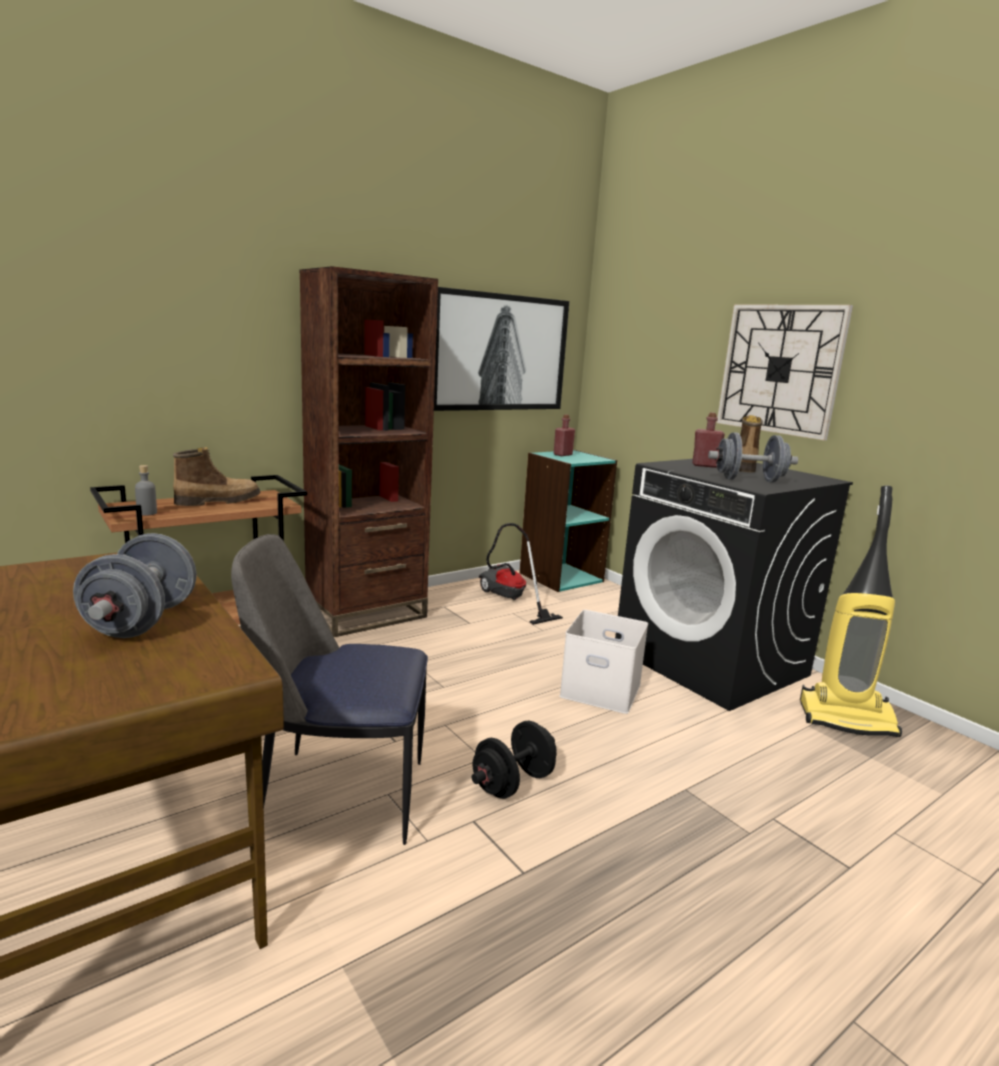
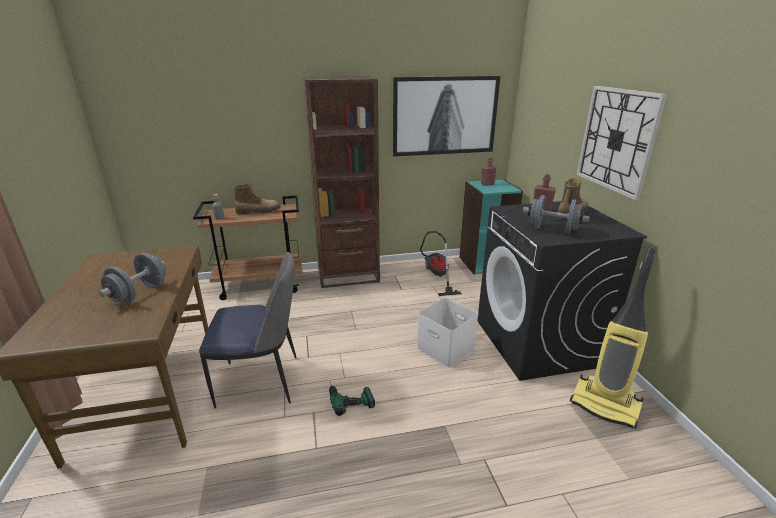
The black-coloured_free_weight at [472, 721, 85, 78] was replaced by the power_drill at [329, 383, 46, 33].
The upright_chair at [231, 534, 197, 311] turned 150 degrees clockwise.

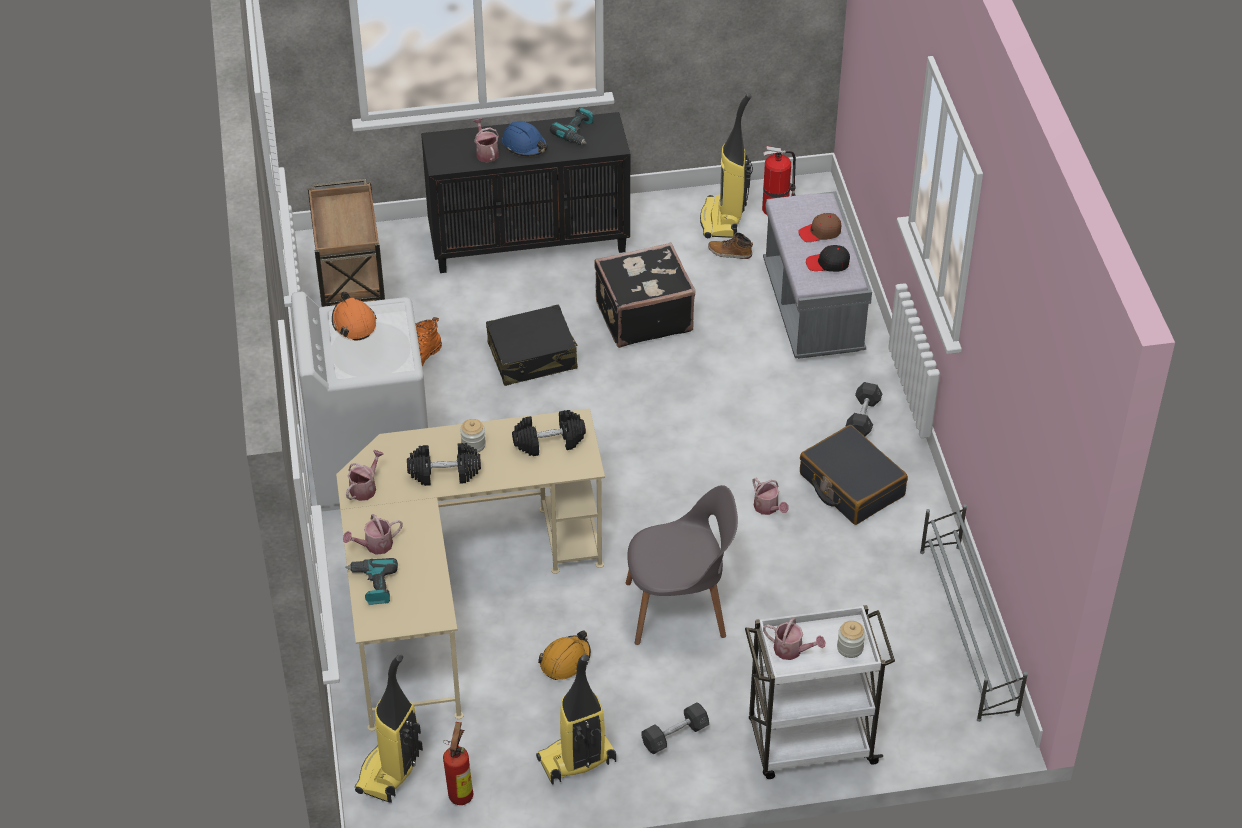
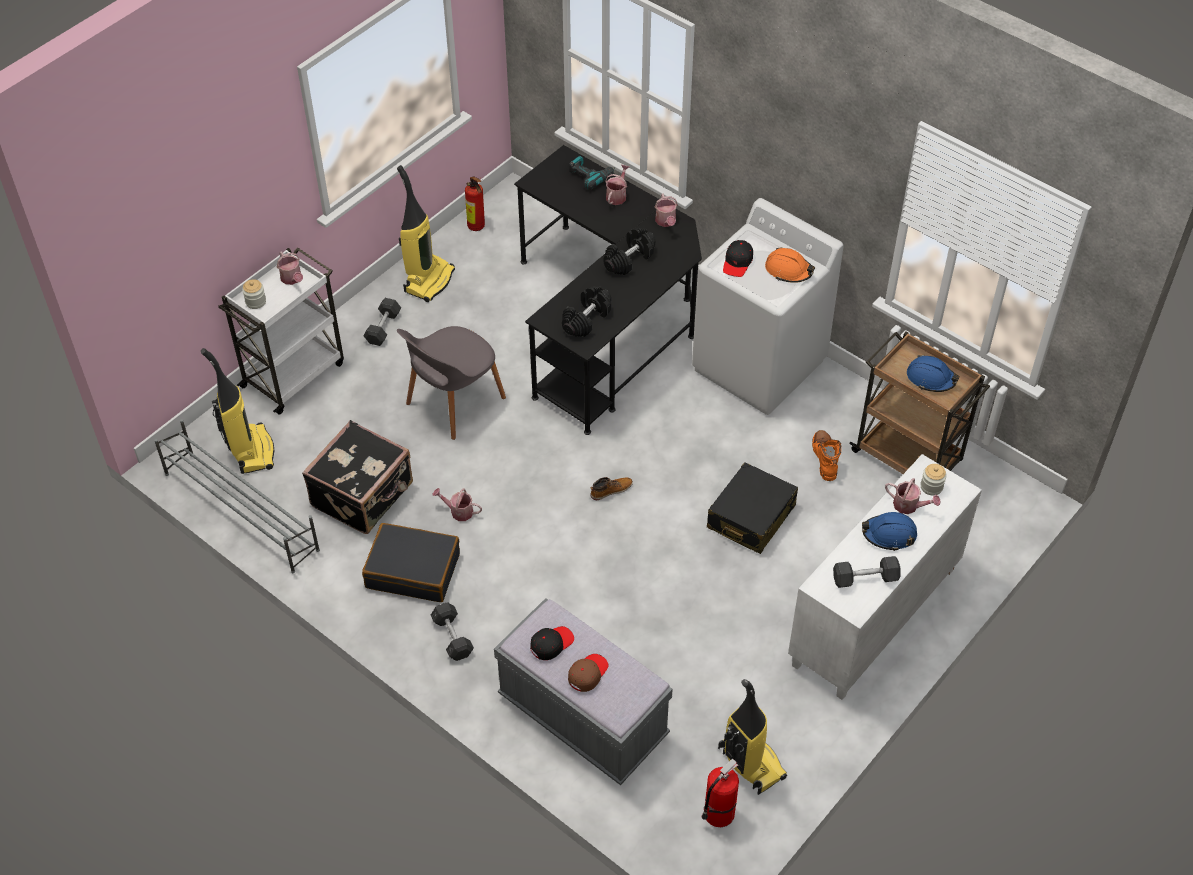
The orange_hard_hat at [538, 630, 53, 50] disappeared.
The black-coloured_cap at [723, 240, 30, 37] appeared.
The bluish_hard_hat at [907, 354, 53, 38] appeared.
The vacuum moved from [355, 654, 68, 149] to [201, 348, 73, 126].
The storage_jar moved from [460, 419, 26, 34] to [920, 464, 27, 32].
The black-coloured_piece_of_luggage moved from [594, 243, 102, 105] to [302, 420, 111, 114].
The tall_boot moved from [708, 233, 45, 26] to [591, 477, 42, 23].
The power_drill at [550, 107, 44, 38] was replaced by the gray_free_weight at [833, 556, 67, 32].
The sand-coloured_desk_unit at [336, 408, 269, 323] became the black-coloured_desk_unit at [514, 145, 188, 290].
The black-coloured_cupboard at [421, 112, 209, 161] became the white-coloured_cupboard at [788, 454, 194, 246].
The watering_pot at [763, 618, 63, 42] turned 105 degrees counterclockwise.

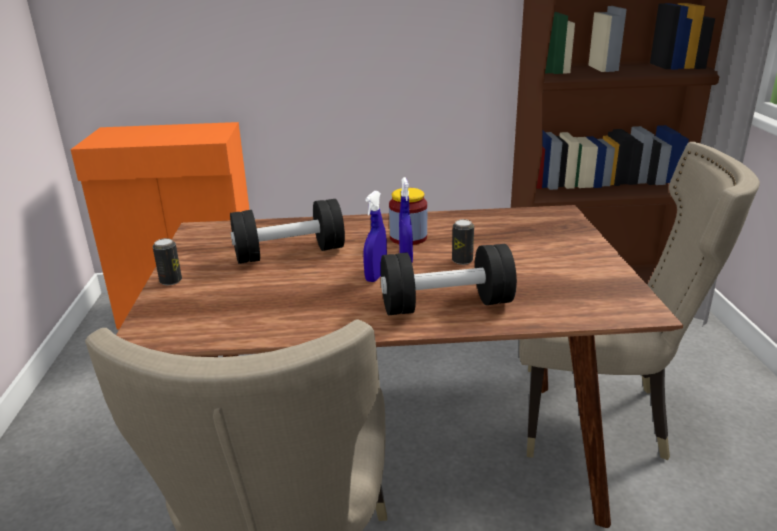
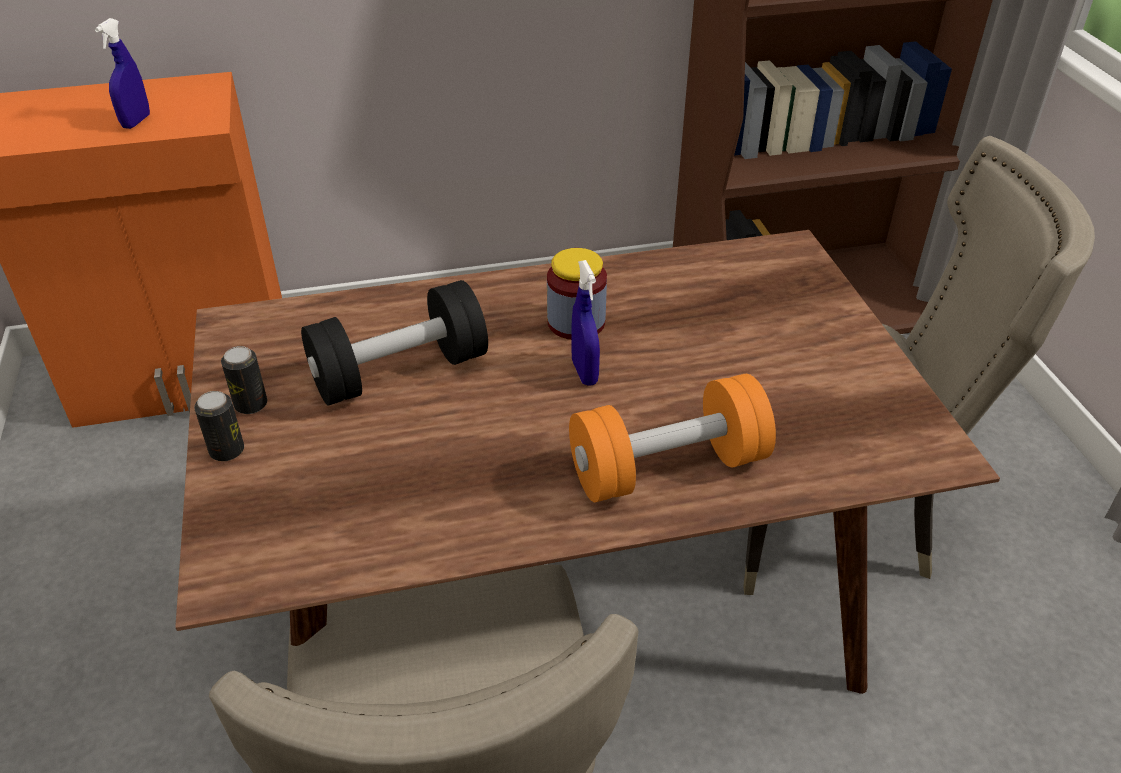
The bluish_sprayer moved from [363, 191, 24, 91] to [95, 18, 55, 111].
The can moved from [452, 219, 22, 46] to [221, 346, 46, 68].
The black-coloured_free_weight at [381, 244, 136, 71] became the orange_free_weight at [569, 374, 207, 129].

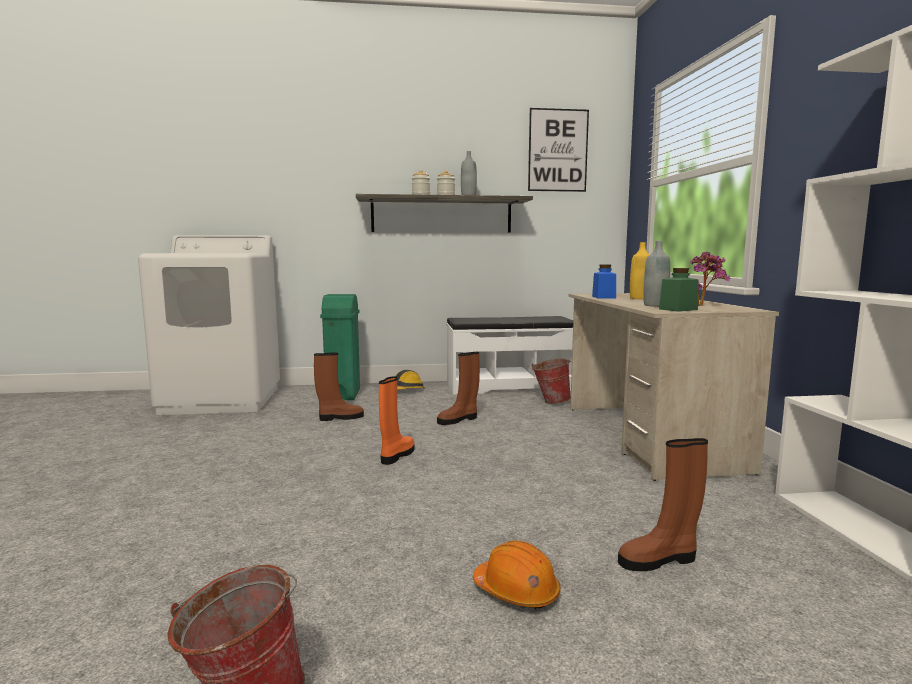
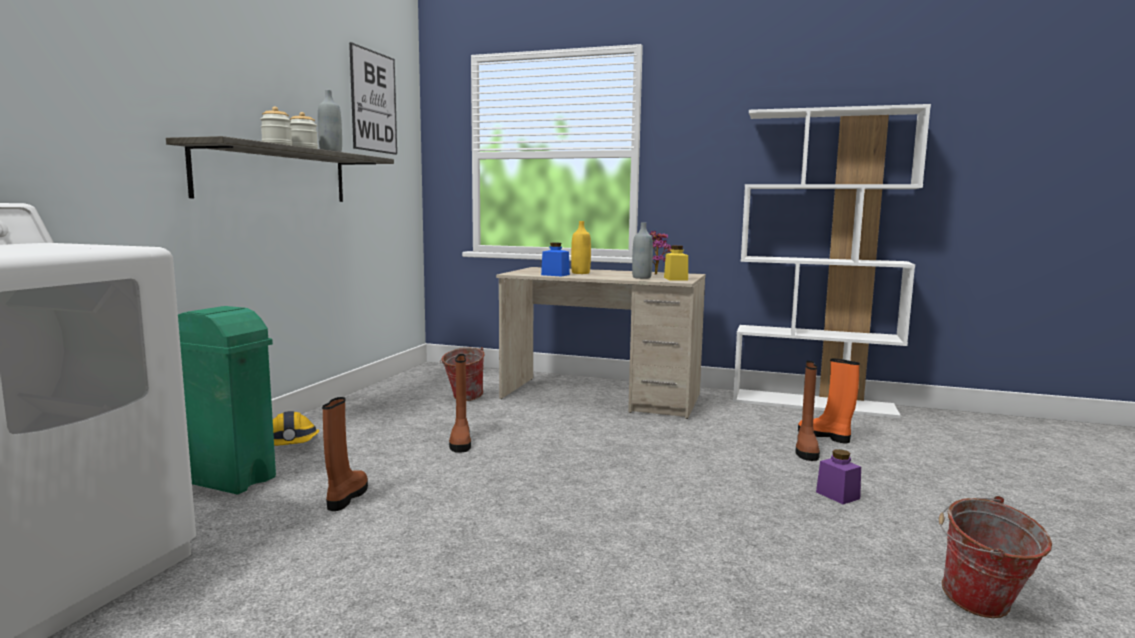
The white-coloured_bench at [447, 316, 126, 79] disappeared.
The orange_tall_boot moved from [379, 376, 35, 89] to [798, 358, 62, 85].
The orange_hard_hat at [473, 540, 88, 69] was replaced by the purplish_storage_jar at [816, 449, 45, 55].
The green-coloured_storage_jar at [659, 268, 40, 44] became the yellow-coloured_storage_jar at [664, 245, 24, 35].

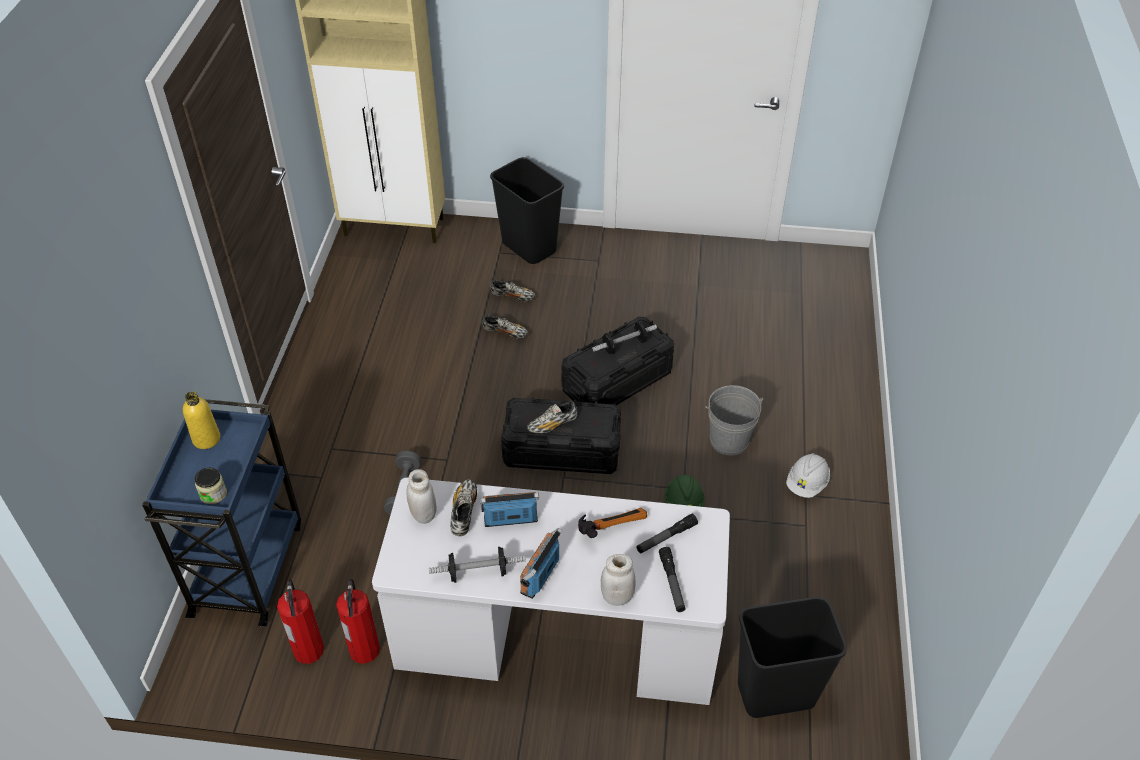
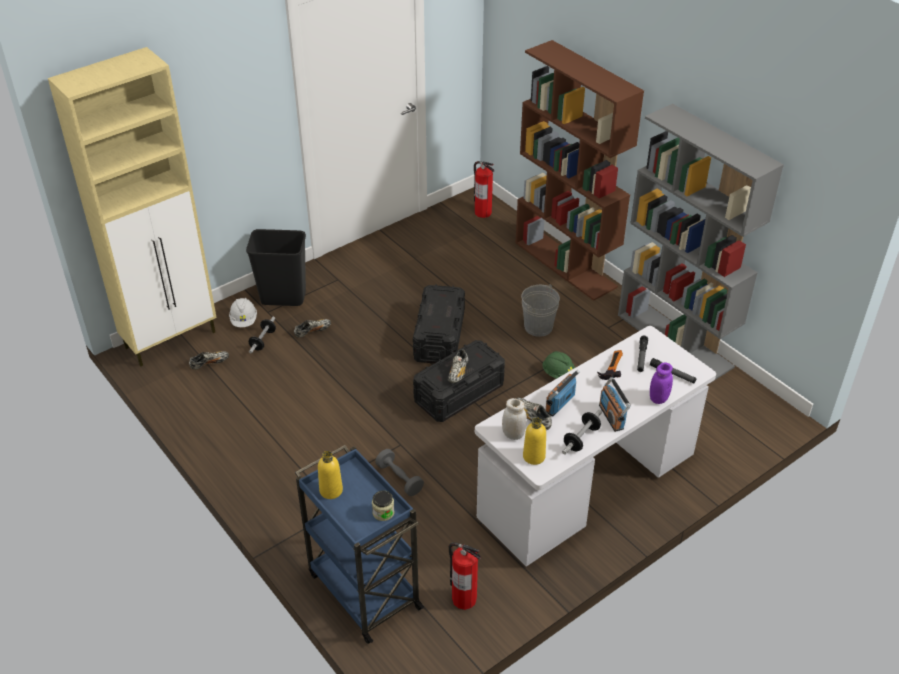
The black-coloured_trash_can at [738, 597, 109, 121] disappeared.
The brown-coloured_bookcase at [515, 40, 129, 261] appeared.
The yellow-coloured_drink_bottle at [523, 417, 23, 48] appeared.
The gray_bookcase at [618, 104, 166, 278] appeared.
The extinguisher moved from [336, 578, 44, 86] to [474, 161, 20, 57].
The low_shoe moved from [482, 315, 46, 24] to [189, 351, 40, 19].
The free_weight moved from [592, 322, 65, 32] to [249, 317, 27, 37].
The white-coloured_hard_hat moved from [786, 453, 44, 45] to [229, 298, 28, 29].
The white-coloured_storage_jar at [601, 554, 35, 52] became the purplish_storage_jar at [650, 362, 23, 42].

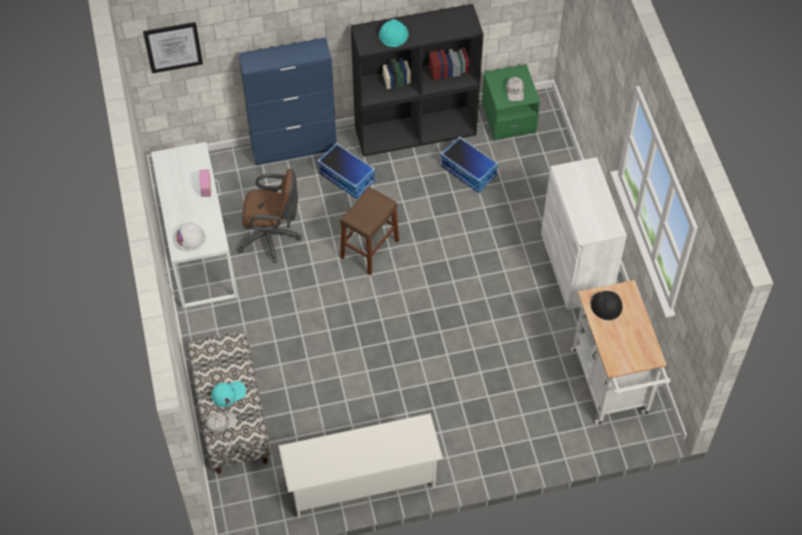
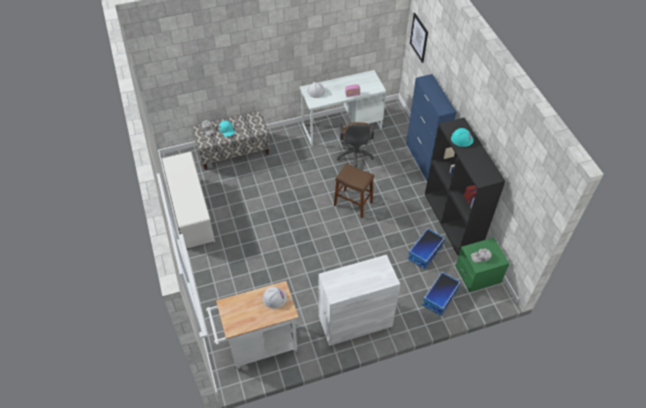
The storage_bin moved from [317, 143, 58, 56] to [423, 272, 38, 44].
The black-coloured_hard_hat at [590, 291, 32, 29] became the white-coloured_hard_hat at [263, 287, 24, 22].

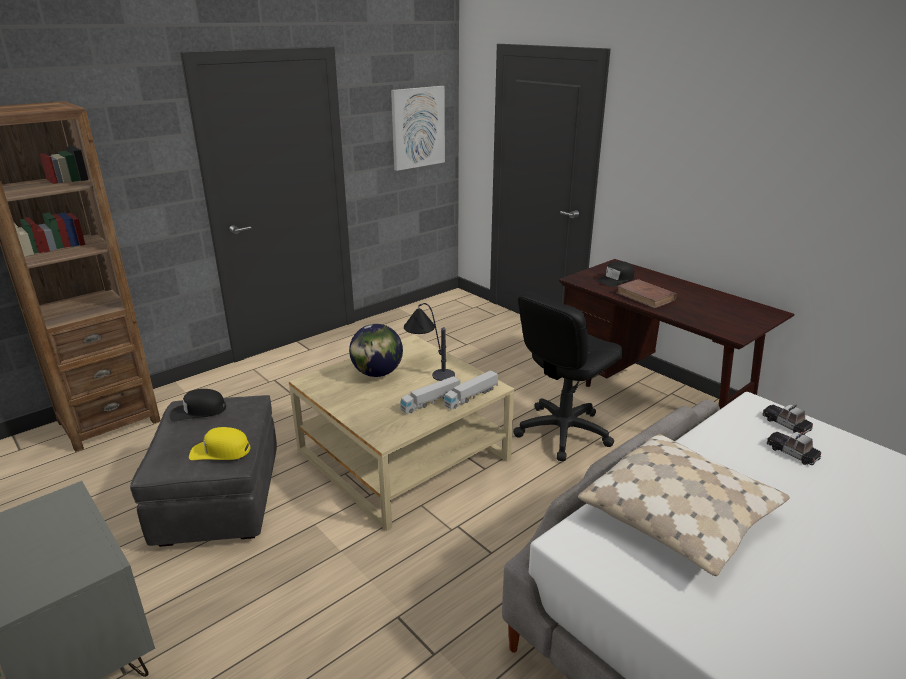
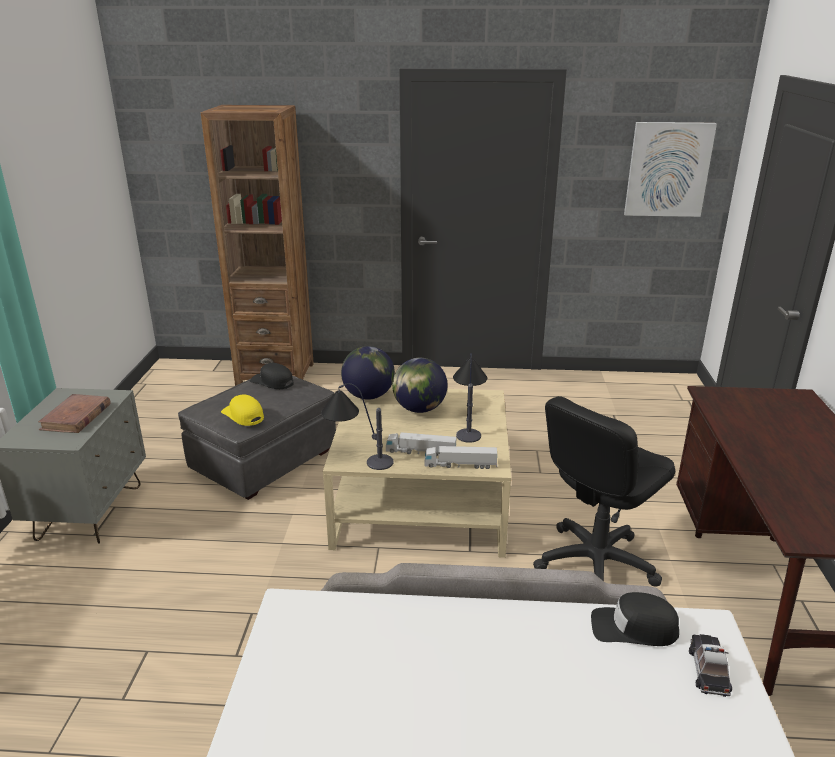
The sand-coloured_throw_pillow at [578, 434, 212, 142] disappeared.
The model_car at [767, 432, 54, 33] disappeared.
The table_lamp at [321, 383, 72, 87] appeared.
The desk_globe at [341, 346, 54, 54] appeared.
The black-coloured_cap moved from [596, 261, 38, 26] to [591, 592, 88, 54].
The brown-coloured_bound_book moved from [616, 279, 61, 29] to [38, 394, 73, 39].
The black-coloured_office_chair at [513, 292, 110, 169] turned 45 degrees counterclockwise.

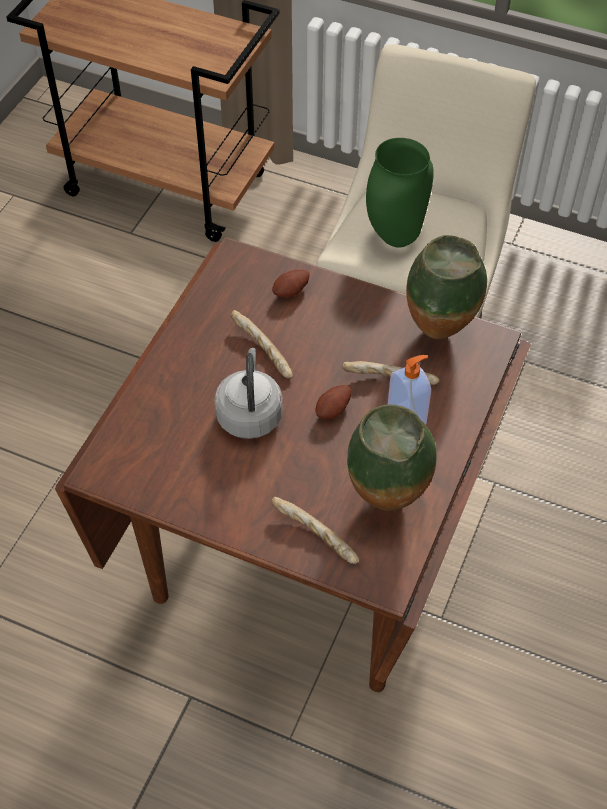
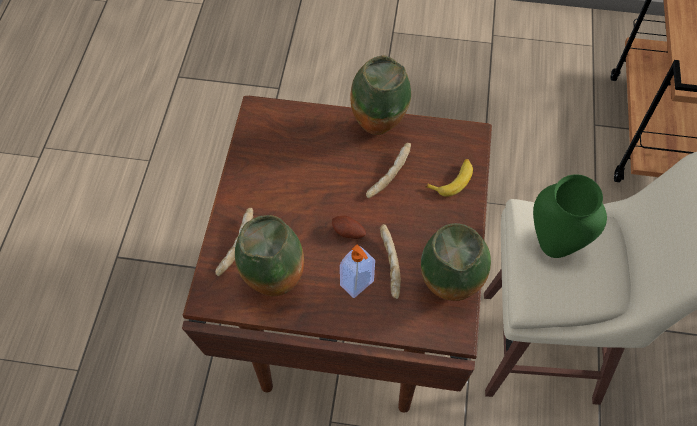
The gray_kettle at [214, 348, 69, 91] disappeared.
The vase at [350, 55, 61, 80] appeared.
The whole_potato at [272, 270, 38, 27] was replaced by the banana at [425, 159, 48, 38].

